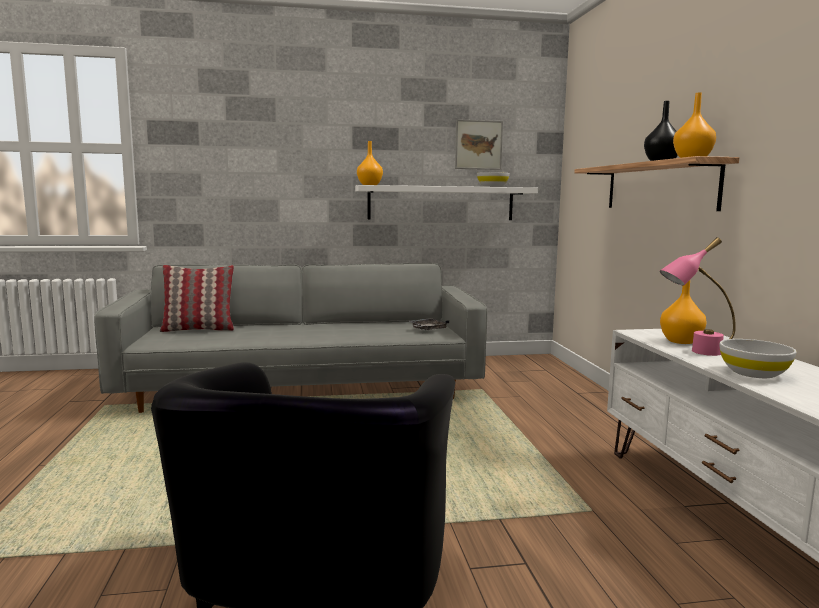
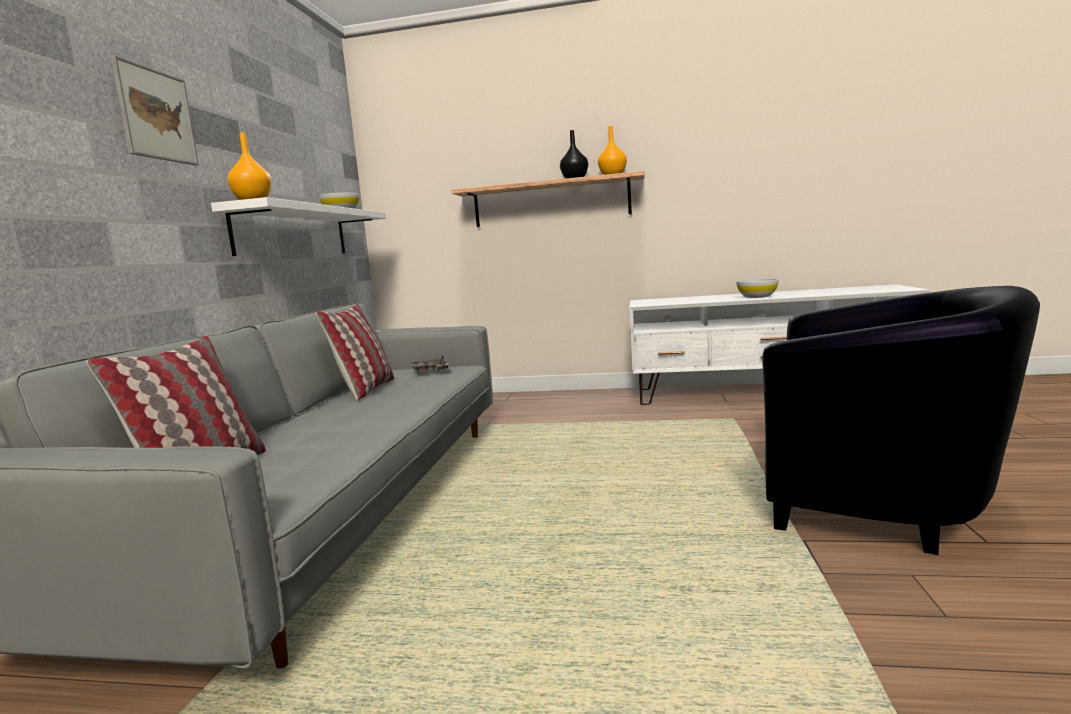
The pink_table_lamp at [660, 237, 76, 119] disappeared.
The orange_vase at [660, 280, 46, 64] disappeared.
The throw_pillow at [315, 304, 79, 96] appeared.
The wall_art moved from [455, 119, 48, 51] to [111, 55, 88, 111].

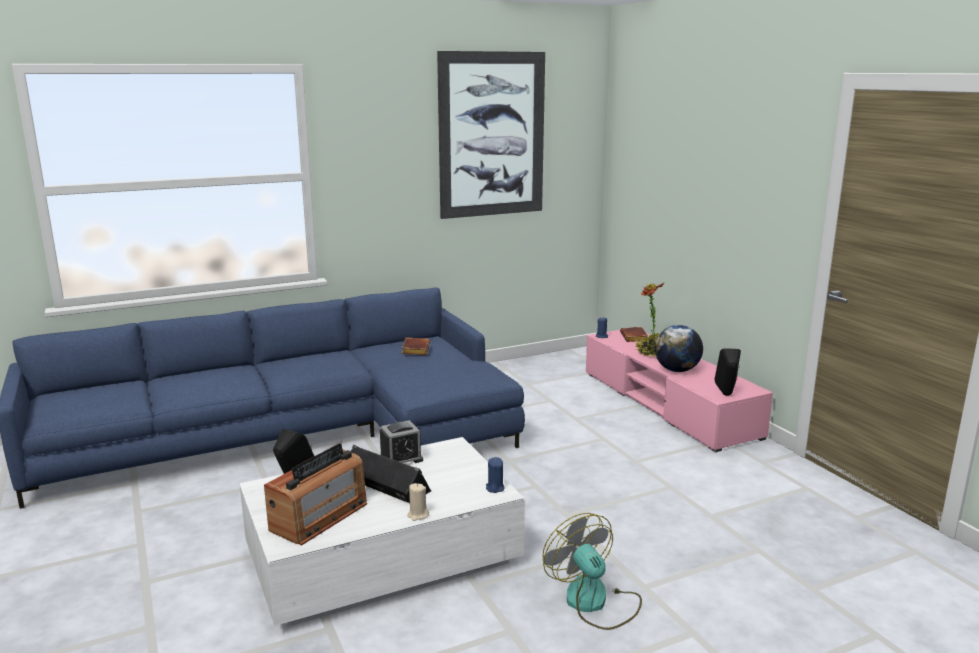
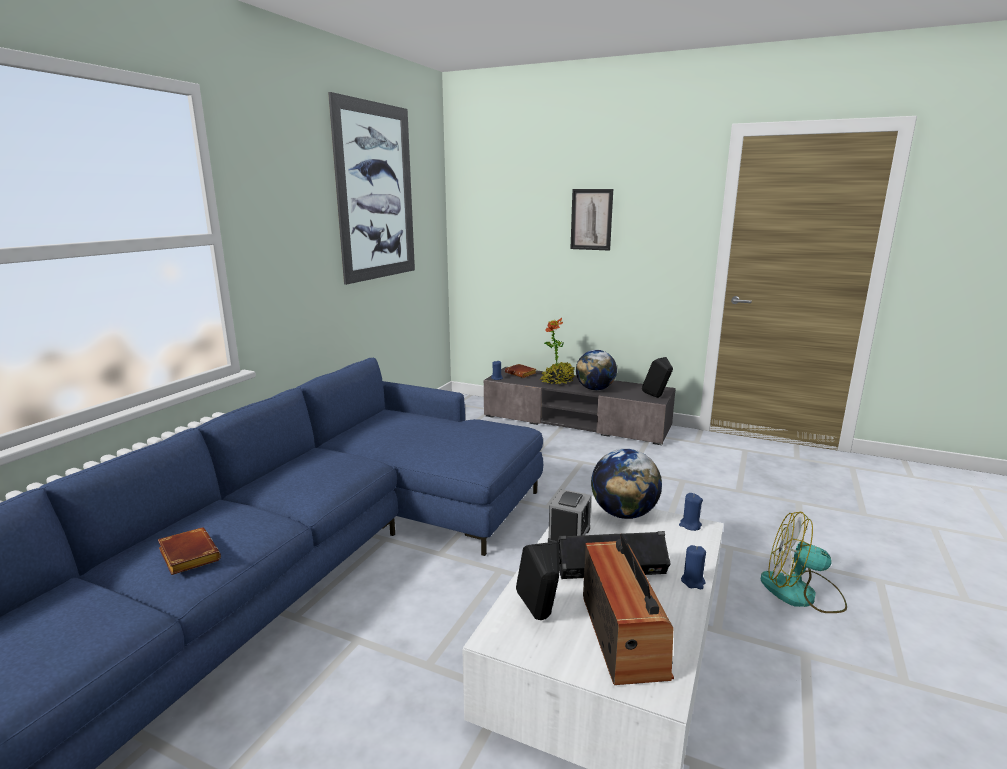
The wall_art at [570, 189, 43, 62] appeared.
The desk_globe at [591, 449, 71, 70] appeared.
The brown-coloured_bound_book moved from [402, 337, 28, 18] to [158, 528, 63, 47].
The sand-coloured_wax_light at [407, 483, 22, 38] became the bluish_wax_light at [681, 545, 25, 44].
The pink_tv_stand at [586, 330, 187, 122] became the gray_tv_stand at [484, 367, 192, 78].

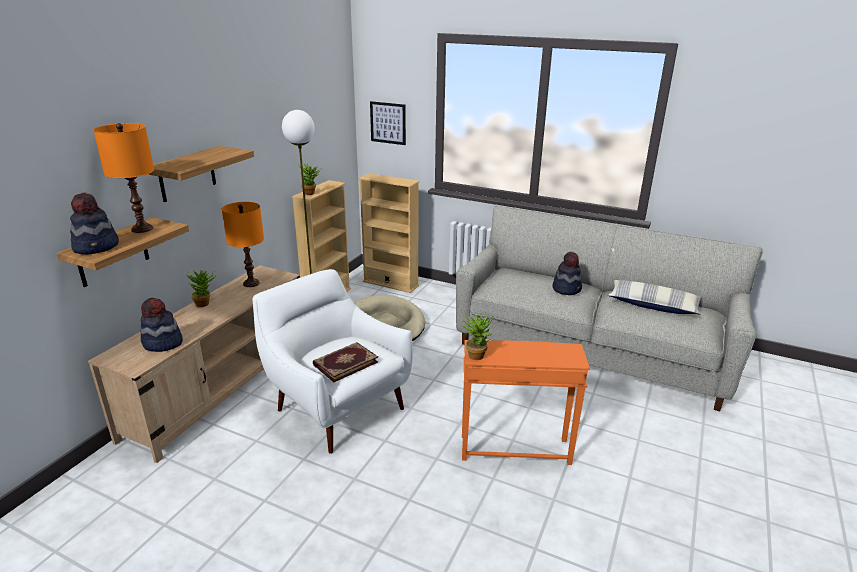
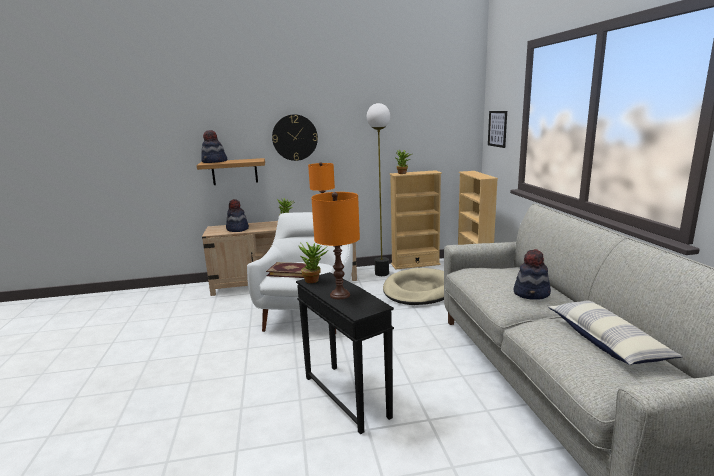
The orange_table_lamp moved from [93, 123, 61, 110] to [311, 192, 49, 107].
The wall_shelf at [148, 146, 106, 56] was replaced by the clock_on_the_wall at [272, 114, 46, 47].
The orange_end_table at [462, 340, 128, 125] became the black-coloured_end_table at [296, 272, 98, 162].

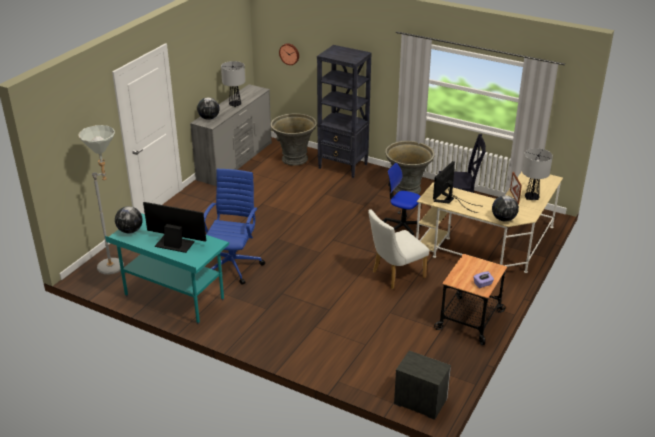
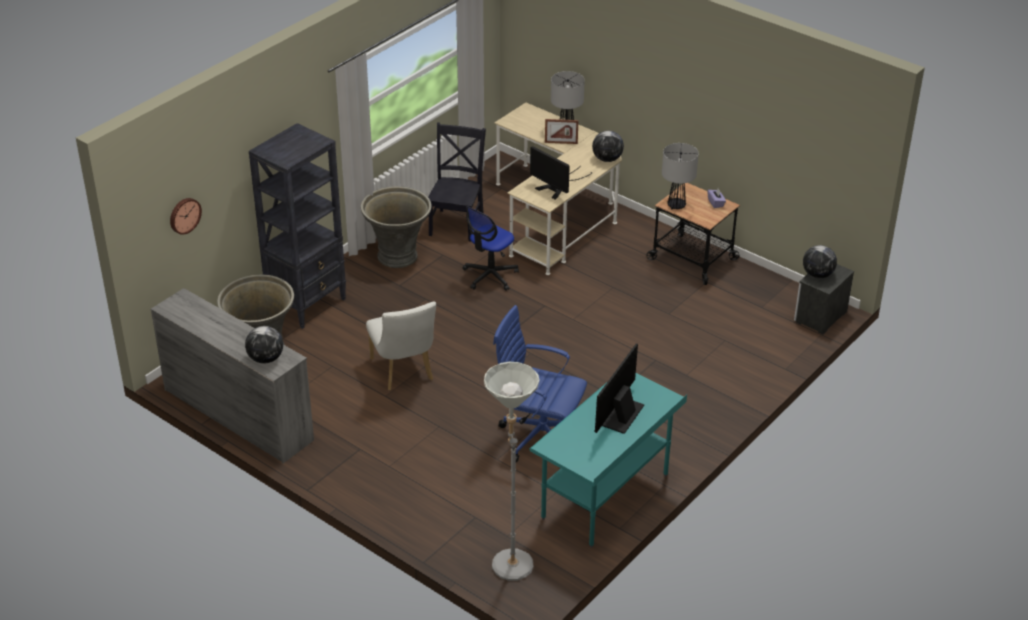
The desk_globe moved from [115, 206, 28, 27] to [803, 245, 34, 34].
The table_lamp moved from [221, 61, 24, 46] to [662, 143, 37, 66].
The white-coloured_upright_chair moved from [368, 209, 61, 80] to [366, 302, 70, 88].

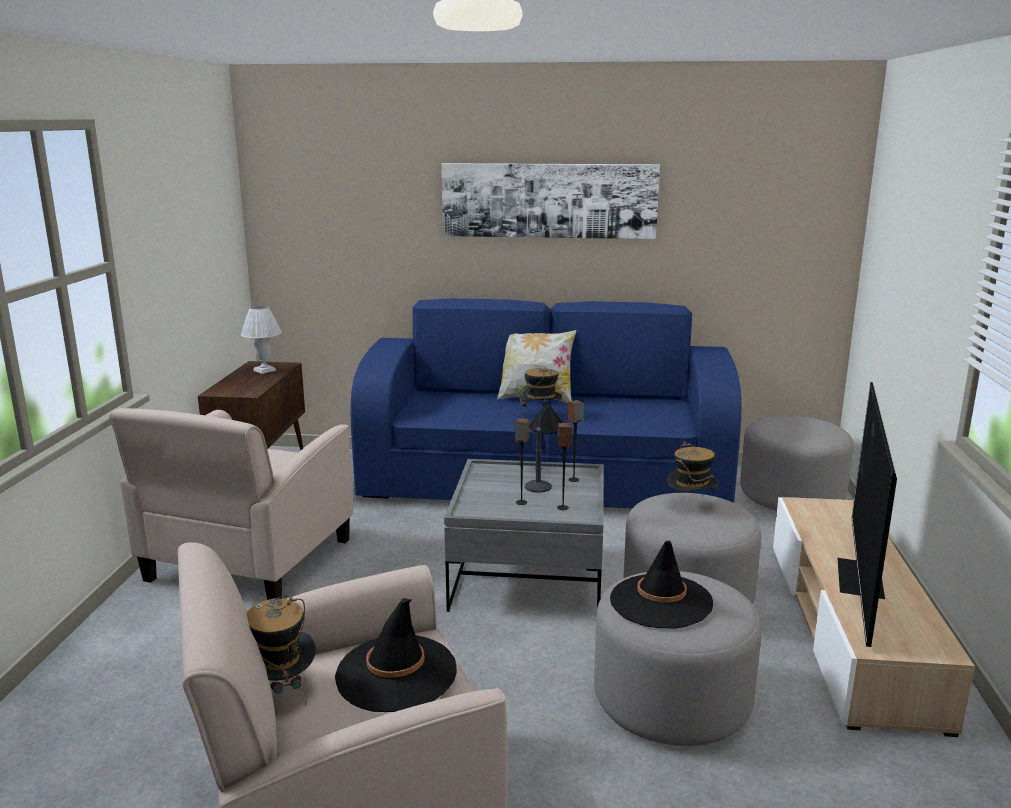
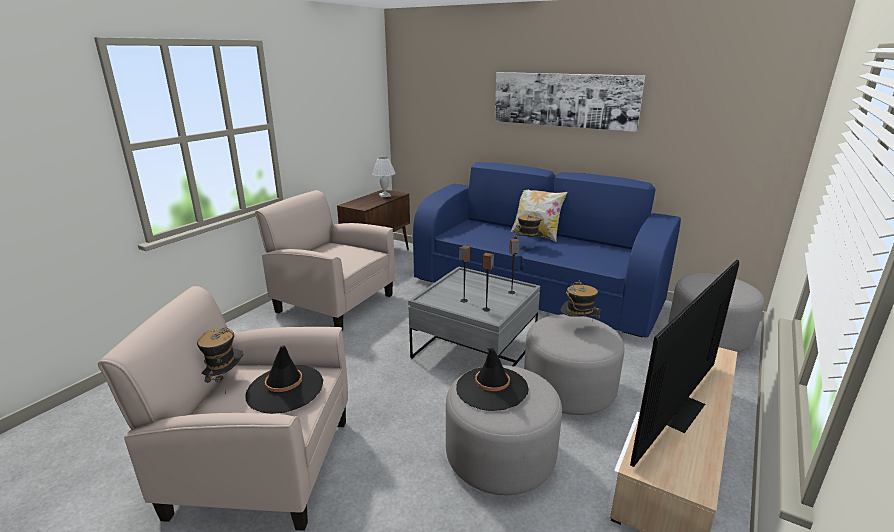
The table_lamp at [524, 398, 39, 95] disappeared.
The sand-coloured_armchair at [109, 408, 244, 192] turned 75 degrees clockwise.

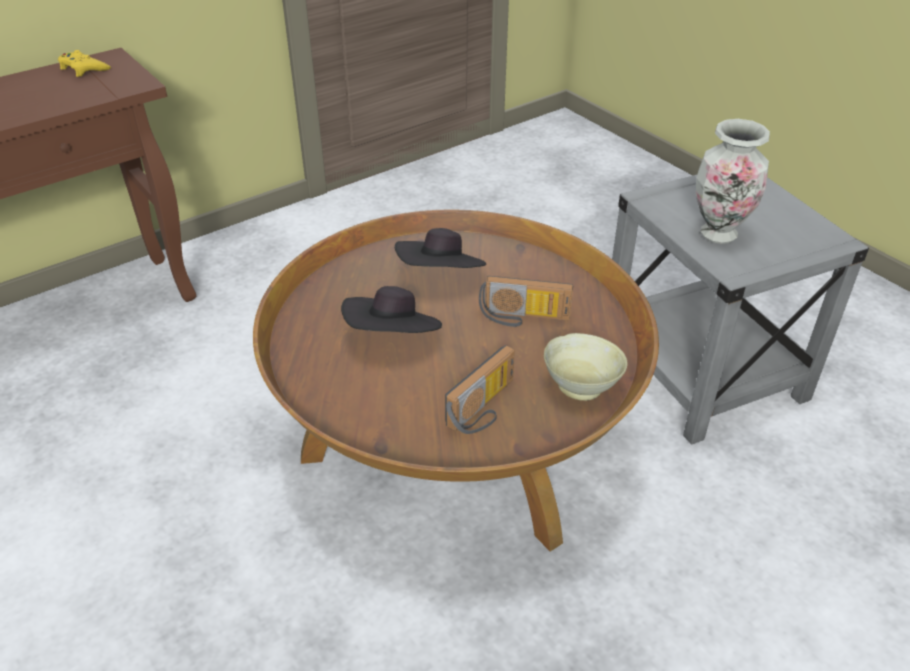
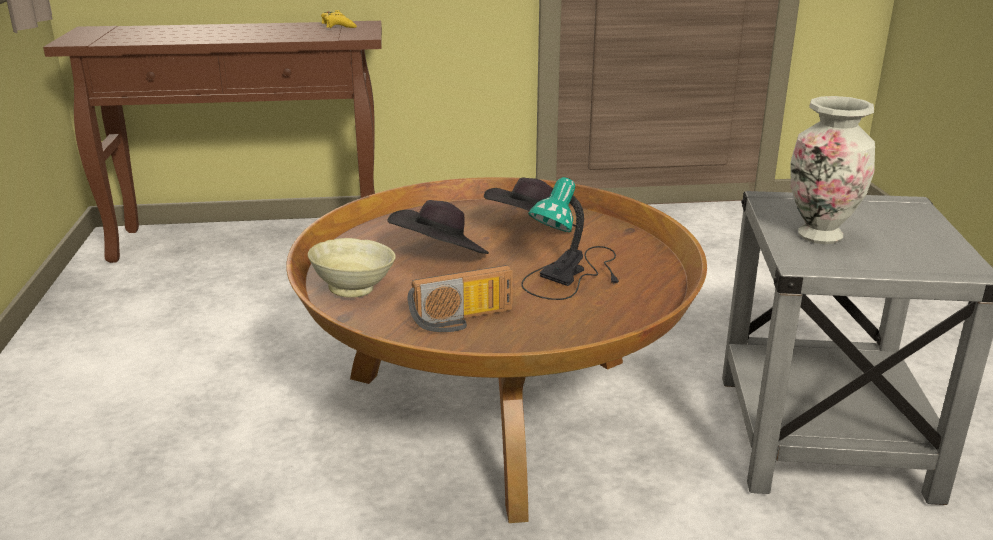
The sand-coloured_deep_dish moved from [544, 333, 84, 68] to [308, 238, 88, 60].
The radio_set at [479, 276, 94, 51] was replaced by the table_lamp at [521, 177, 98, 123].

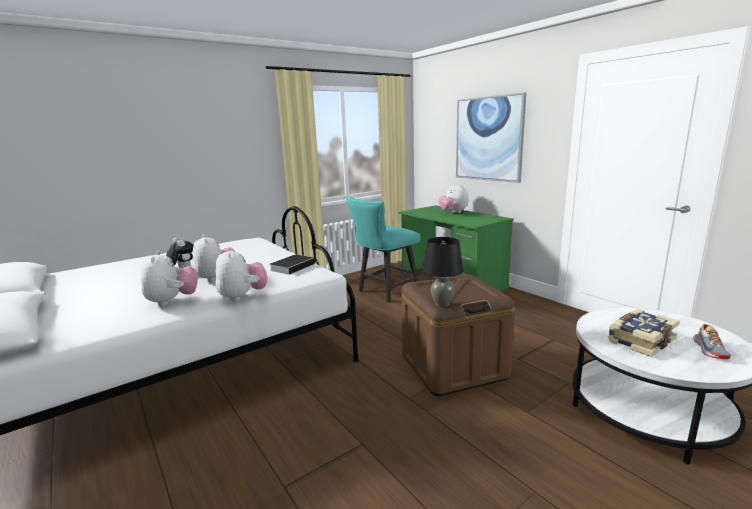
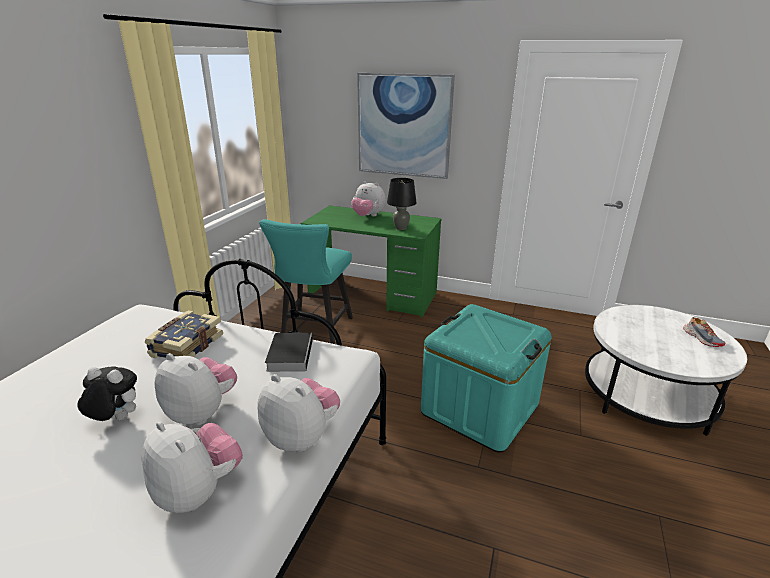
The black-coloured_table_lamp moved from [423, 237, 40, 70] to [387, 178, 29, 52].
The bound_book moved from [608, 309, 72, 48] to [144, 310, 79, 48].
The brown-coloured_storage_bin at [401, 274, 114, 122] became the turquoise_storage_bin at [421, 304, 131, 149].

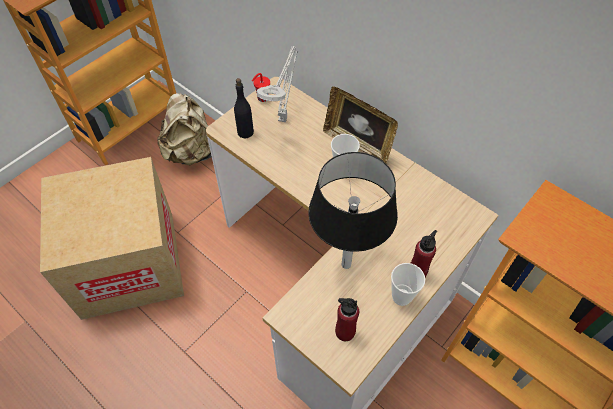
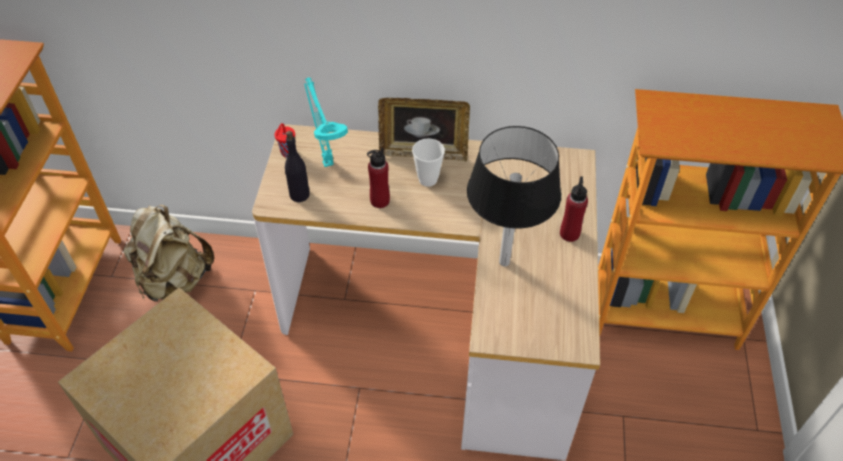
The drinking_cup at [391, 263, 34, 43] disappeared.
The reddish_drink_bottle moved from [335, 298, 24, 43] to [367, 147, 23, 61].
The gray_table_lamp at [257, 46, 41, 76] became the turquoise_table_lamp at [304, 77, 44, 90].

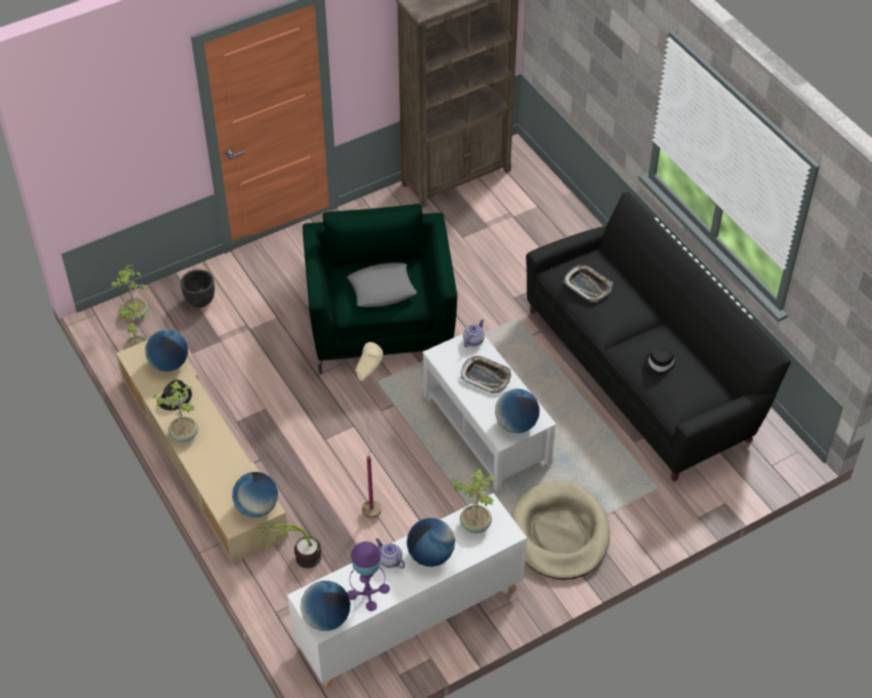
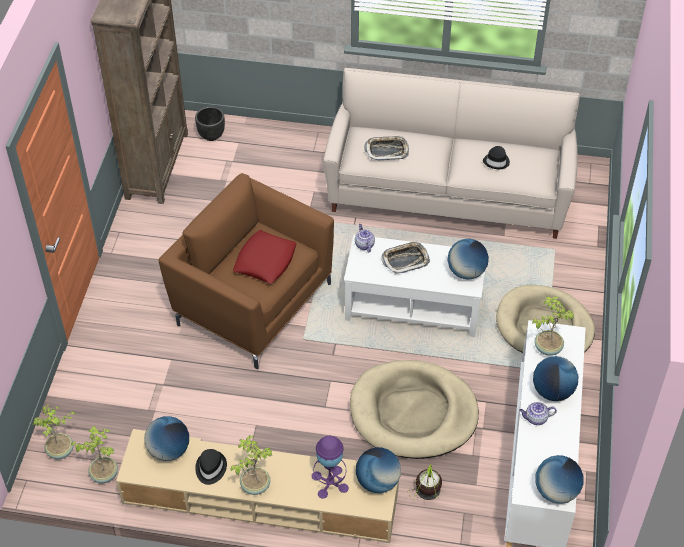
The black-coloured_planter moved from [181, 269, 34, 39] to [195, 107, 30, 34].
The purplish_table_lamp moved from [347, 541, 43, 70] to [312, 436, 37, 63].
The sand-coloured_standard_lamp at [355, 342, 28, 177] was replaced by the sand-coloured_pet_bed at [350, 360, 129, 99].
The green-coloured_armchair at [303, 204, 154, 170] became the brown-coloured_armchair at [158, 173, 176, 196].
The gray_throw_pillow at [347, 263, 70, 44] became the reddish_throw_pillow at [233, 230, 64, 54].
The black-coloured_couch at [526, 192, 265, 290] became the sand-coloured_couch at [323, 68, 257, 171].

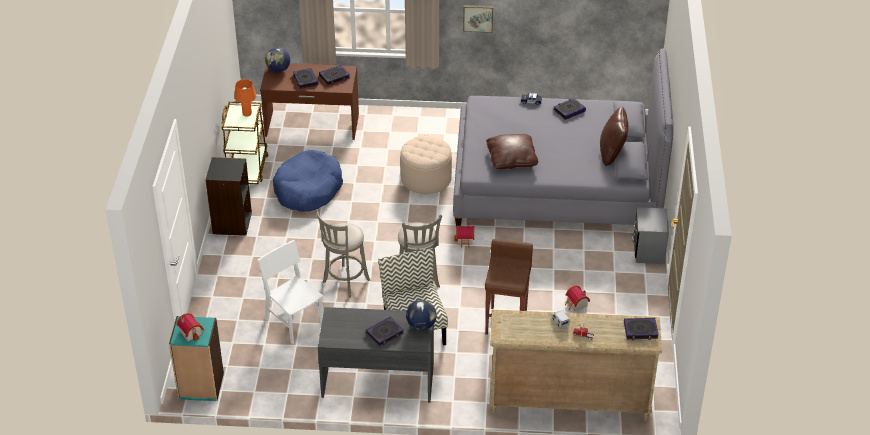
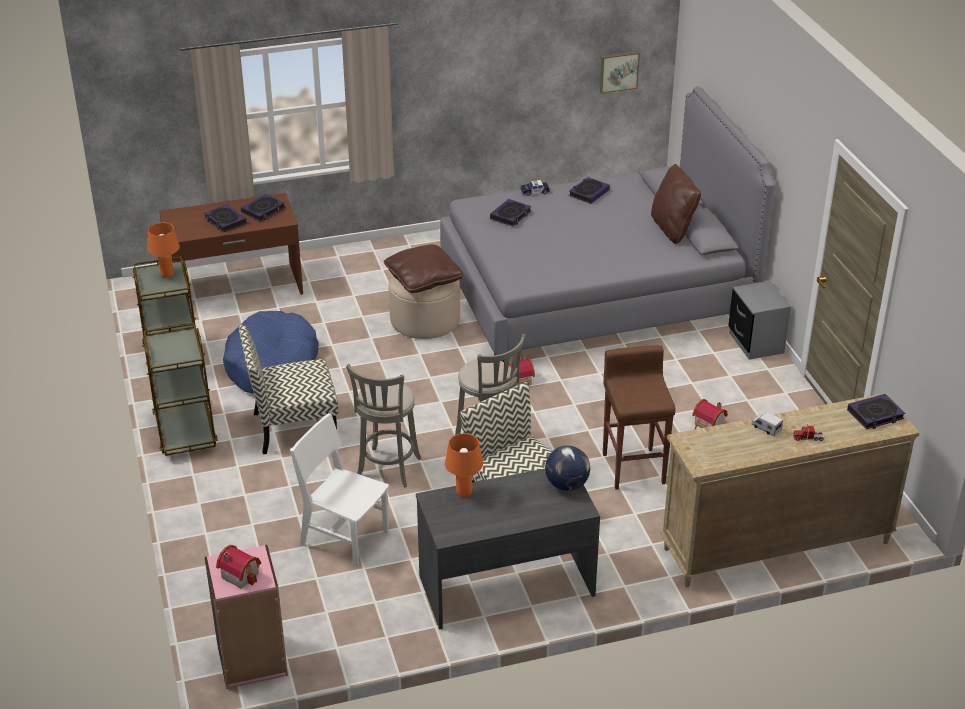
The desk_globe at [265, 48, 25, 25] disappeared.
The upright_chair at [239, 325, 99, 129] appeared.
The orange_table_lamp at [445, 433, 38, 64] appeared.
The bound_book moved from [366, 317, 38, 30] to [490, 199, 41, 27].
The wall_art moved from [463, 5, 30, 28] to [600, 51, 40, 42].
The brown-coloured_throw_pillow moved from [486, 134, 52, 35] to [383, 244, 81, 49].
The black-coloured_bookcase at [205, 157, 47, 79] was replaced by the brown-coloured_trolley at [143, 323, 75, 133].
The turquoise_bookcase at [169, 316, 55, 85] became the pink_bookcase at [205, 545, 83, 144].

